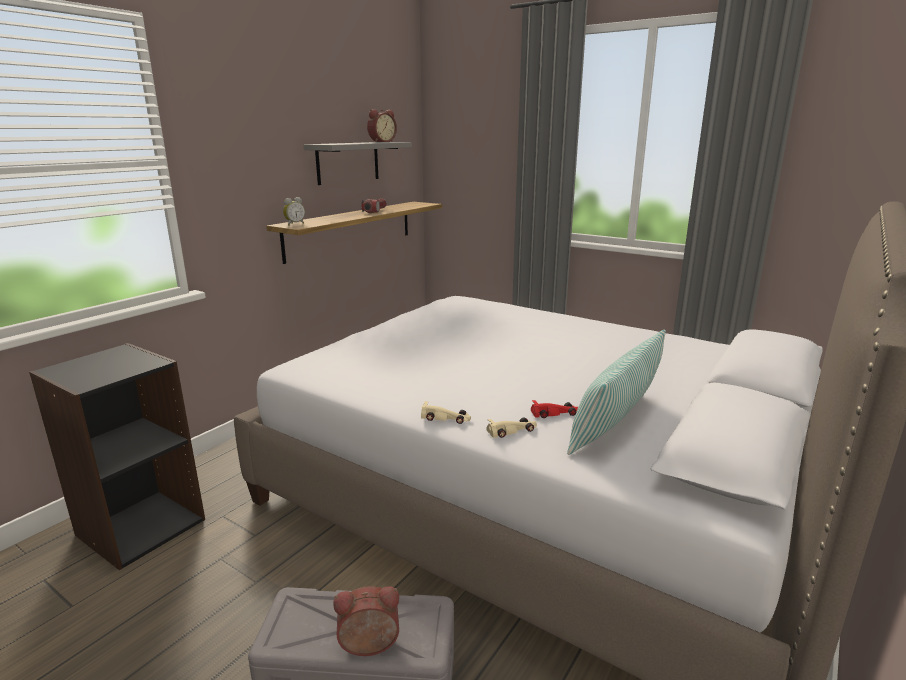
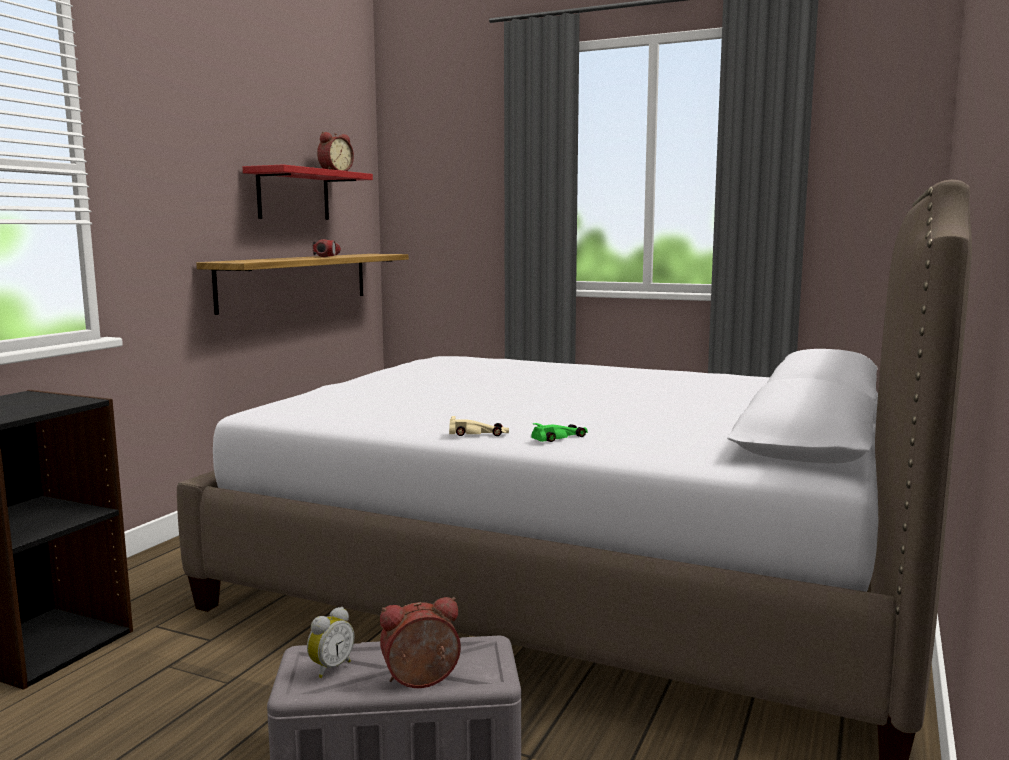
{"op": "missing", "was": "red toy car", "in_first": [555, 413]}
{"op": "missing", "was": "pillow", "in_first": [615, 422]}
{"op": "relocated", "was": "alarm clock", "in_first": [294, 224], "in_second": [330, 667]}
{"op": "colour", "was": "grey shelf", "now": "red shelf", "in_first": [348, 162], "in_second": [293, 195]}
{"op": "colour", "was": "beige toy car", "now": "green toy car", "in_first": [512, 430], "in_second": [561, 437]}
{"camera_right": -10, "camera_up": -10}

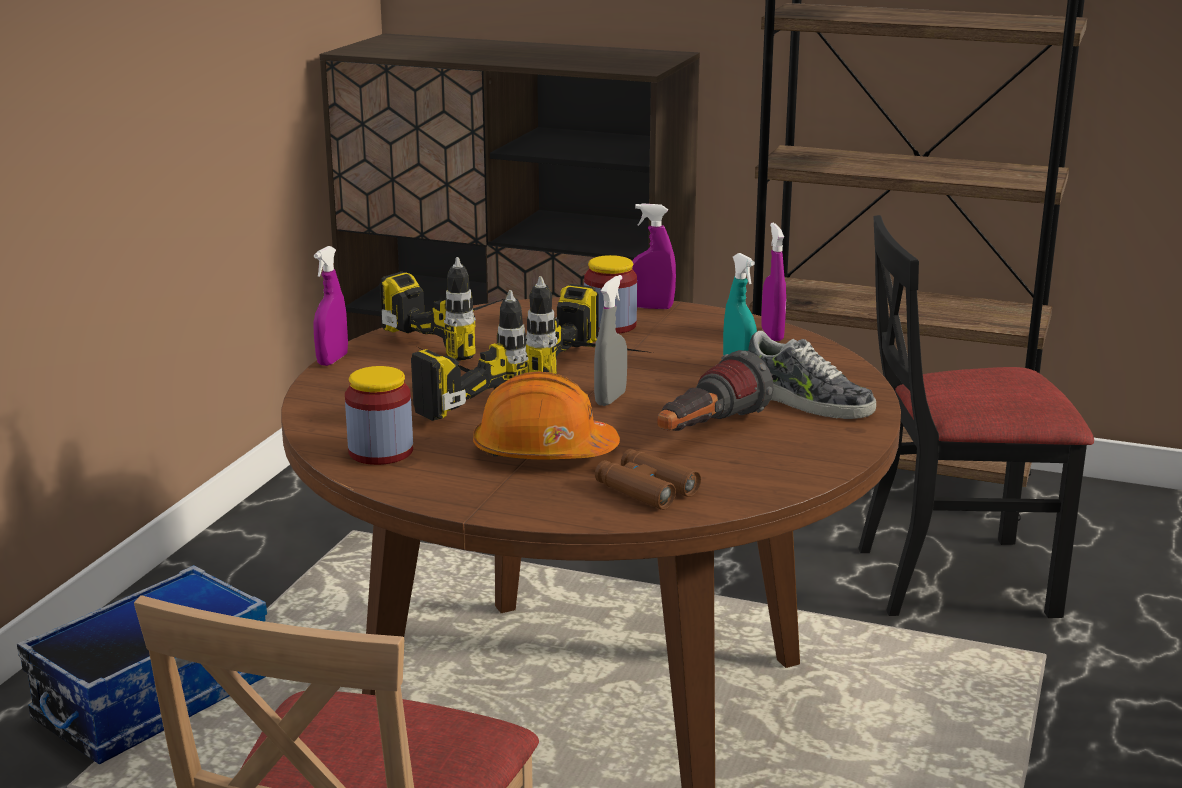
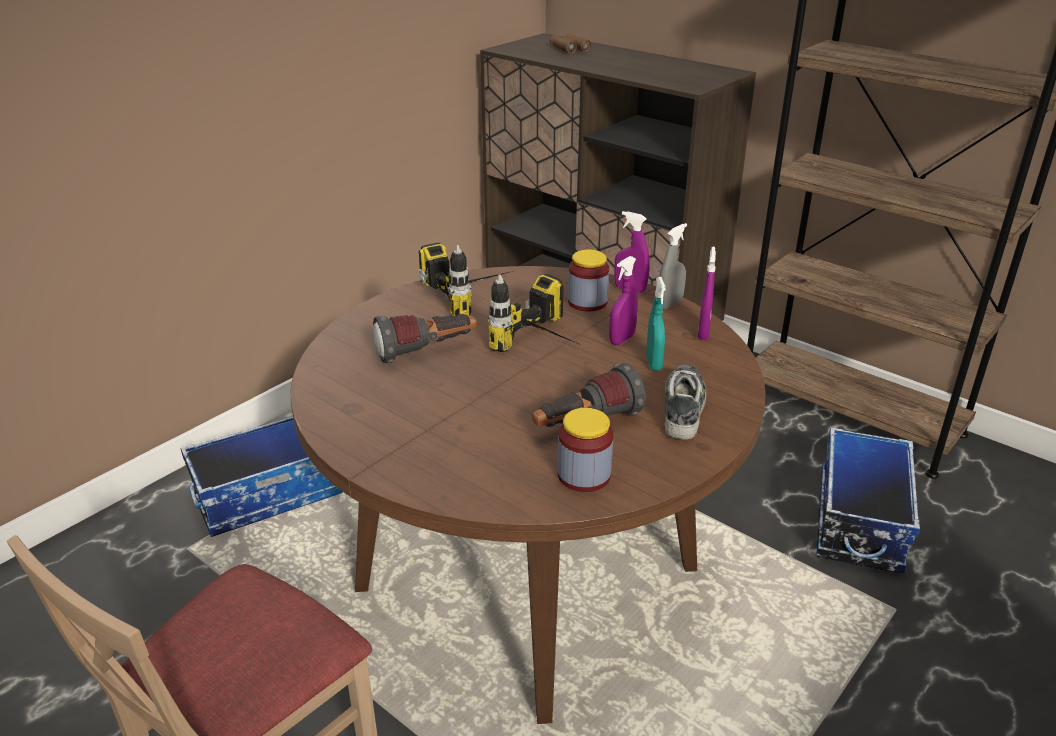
{"op": "missing", "was": "orange hard hat", "in_first": [543, 452]}
{"op": "relocated", "was": "purple spray bottle", "in_first": [332, 360], "in_second": [622, 339]}
{"op": "relocated", "was": "jar", "in_first": [381, 451], "in_second": [584, 475]}
{"op": "relocated", "was": "grey spray bottle", "in_first": [610, 399], "in_second": [669, 304]}
{"op": "relocated", "was": "brown binoculars", "in_first": [646, 489], "in_second": [569, 49]}
{"op": "exchanged", "was": "power drill", "now": "flashlight", "in_first": [449, 396], "in_second": [427, 352]}
{"op": "exchanged", "was": "black chair", "now": "storage box", "in_first": [955, 578], "in_second": [857, 520]}
{"op": "spun", "was": "shoe", "in_first": [806, 401], "in_second": [683, 408], "clockwise": -135}
{"camera_right": 20, "camera_up": 10}

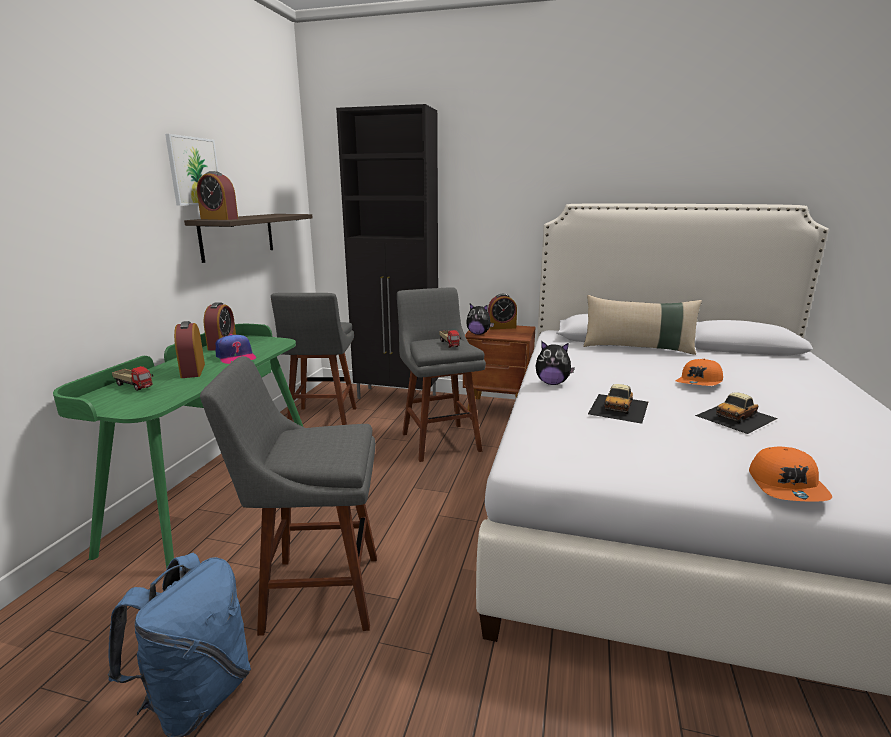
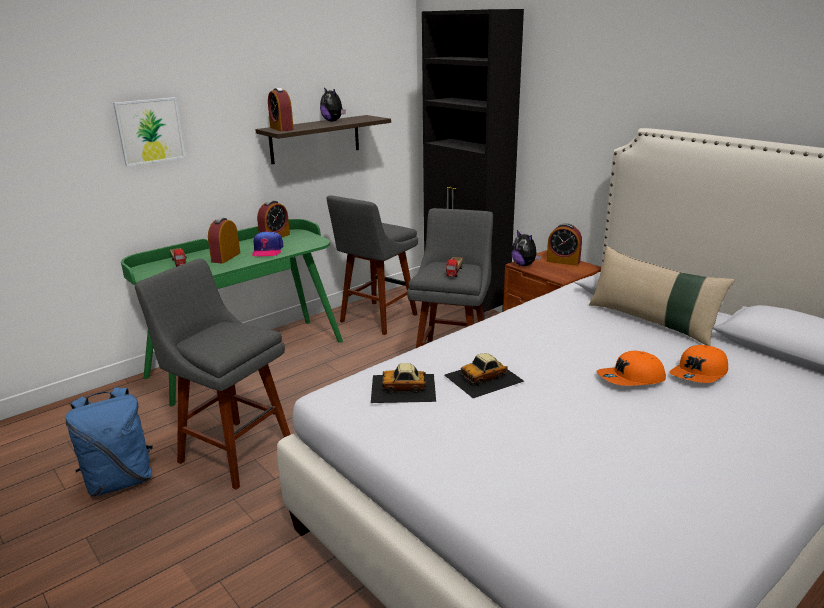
{"op": "relocated", "was": "picture", "in_first": [194, 171], "in_second": [150, 131]}
{"op": "relocated", "was": "plush toy", "in_first": [552, 383], "in_second": [333, 121]}
{"op": "relocated", "was": "toy car", "in_first": [736, 417], "in_second": [403, 388]}
{"op": "relocated", "was": "orange cap", "in_first": [787, 486], "in_second": [699, 374]}
{"camera_right": 35, "camera_up": 5}

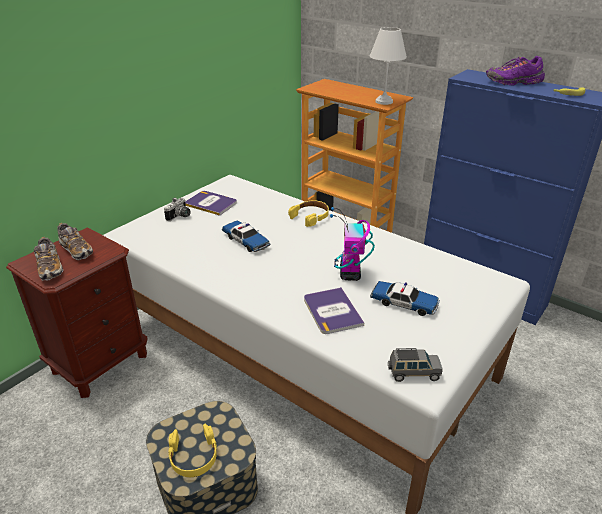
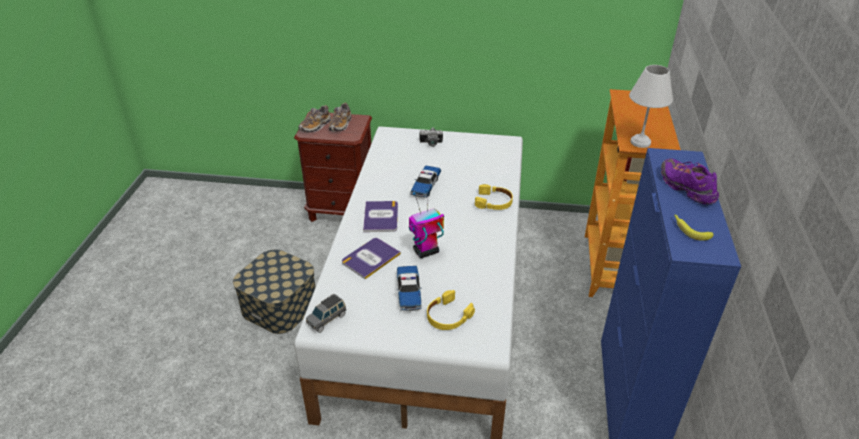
{"op": "relocated", "was": "yellow headphones", "in_first": [193, 456], "in_second": [448, 316]}
{"op": "relocated", "was": "book", "in_first": [211, 203], "in_second": [381, 217]}
{"op": "spun", "was": "grey toy car", "in_first": [413, 373], "in_second": [327, 319], "clockwise": 75}
{"camera_right": 60, "camera_up": 5}

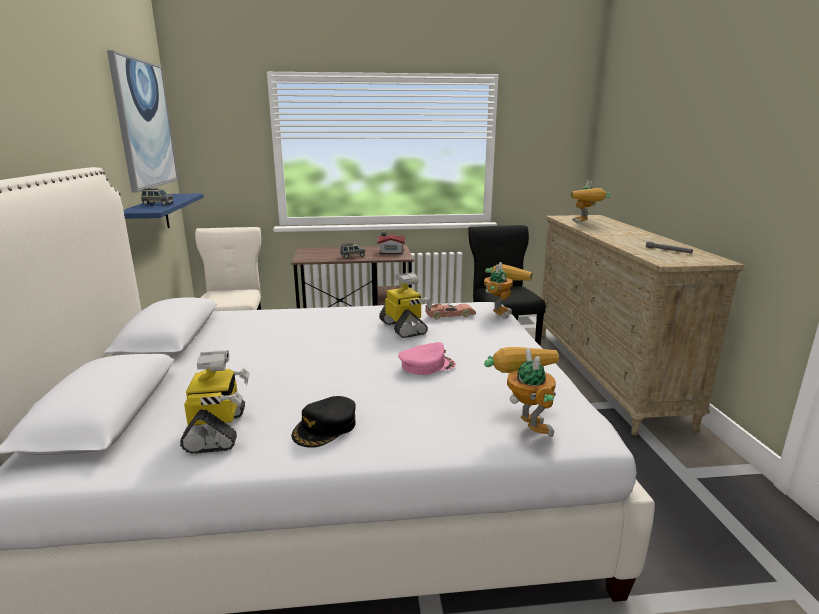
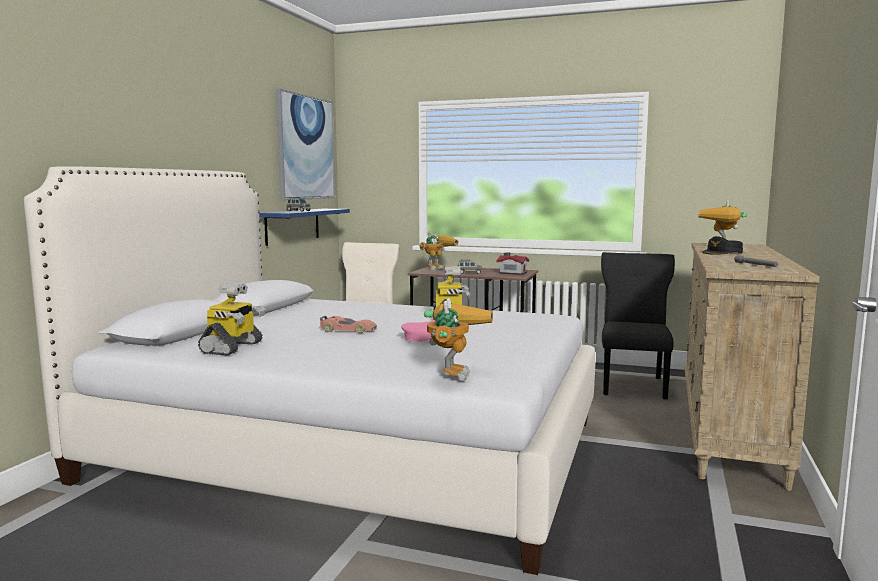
{"op": "relocated", "was": "black cap", "in_first": [325, 427], "in_second": [722, 253]}
{"op": "relocated", "was": "toy car", "in_first": [450, 315], "in_second": [347, 330]}
{"op": "relocated", "was": "toy robot", "in_first": [501, 311], "in_second": [438, 268]}
{"camera_right": 25, "camera_up": -10}

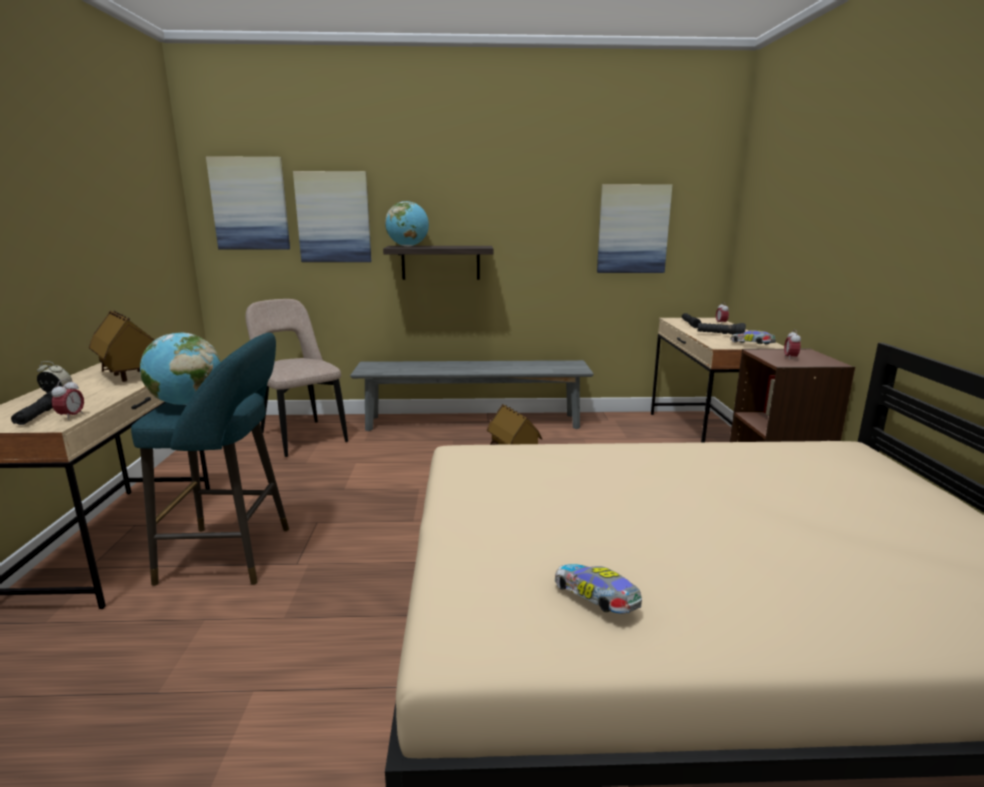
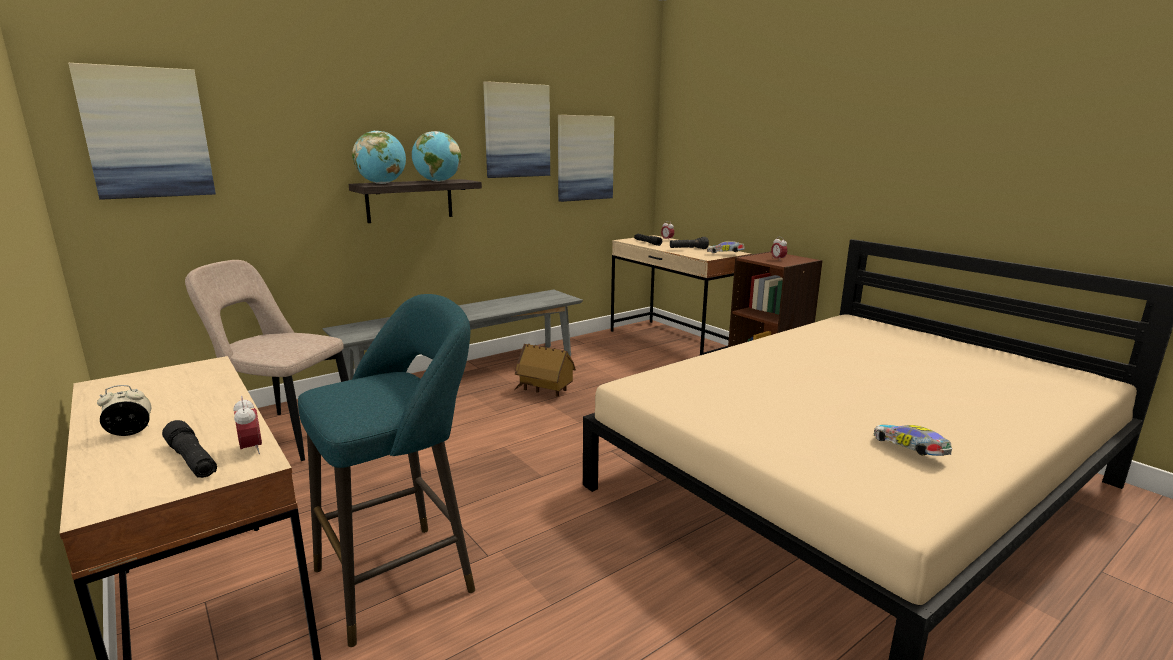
{"op": "missing", "was": "toy house", "in_first": [129, 376]}
{"op": "relocated", "was": "globe", "in_first": [187, 403], "in_second": [437, 181]}
{"op": "relocated", "was": "picture", "in_first": [333, 217], "in_second": [517, 131]}
{"op": "spun", "was": "toy car", "in_first": [596, 601], "in_second": [910, 451], "clockwise": 45}
{"camera_right": -35, "camera_up": 0}

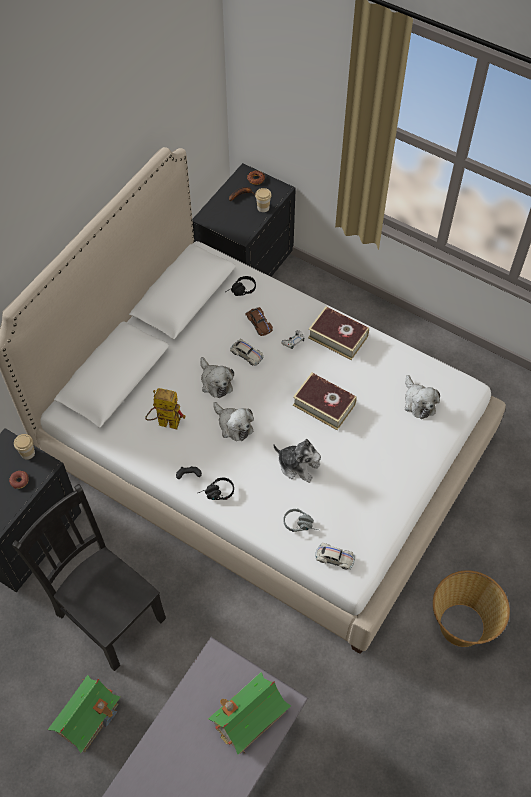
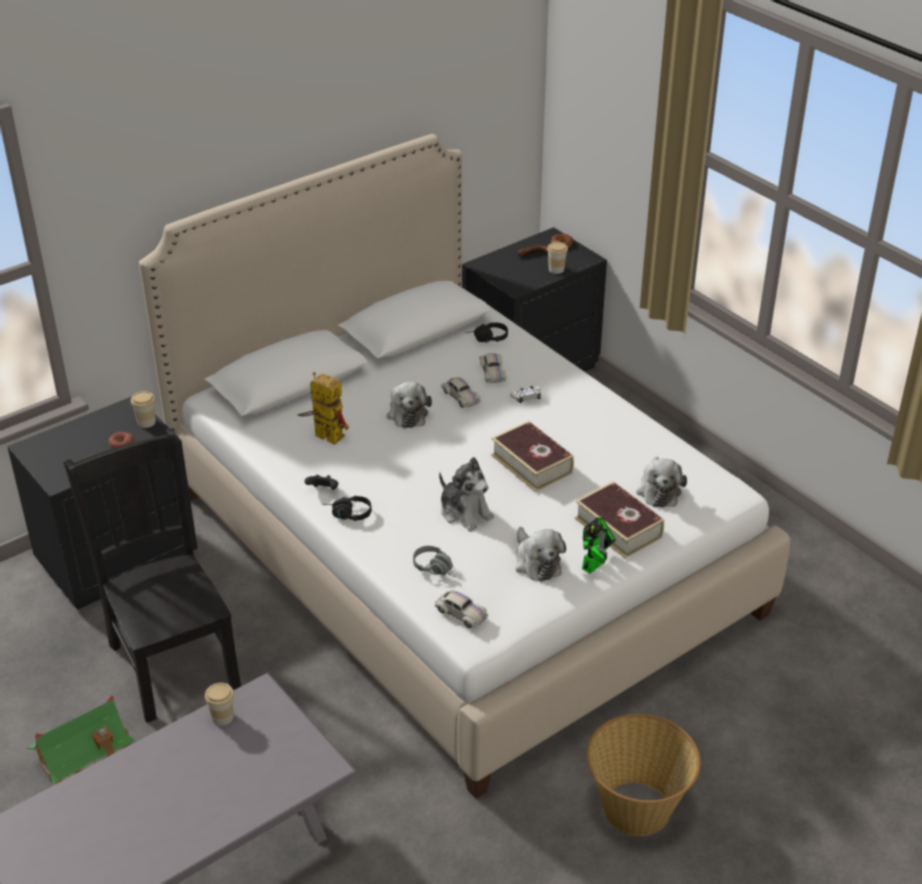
{"op": "missing", "was": "toy house", "in_first": [249, 718]}
{"op": "appeared", "now": "cup", "in_second": [222, 717]}
{"op": "appeared", "now": "toy robot", "in_second": [595, 564]}
{"op": "relocated", "was": "plush toy", "in_first": [233, 425], "in_second": [536, 562]}
{"op": "relocated", "was": "book", "in_first": [338, 337], "in_second": [618, 527]}
{"op": "colour", "was": "brown toy car", "now": "white toy car", "in_first": [259, 323], "in_second": [492, 372]}
{"camera_right": 20, "camera_up": -20}

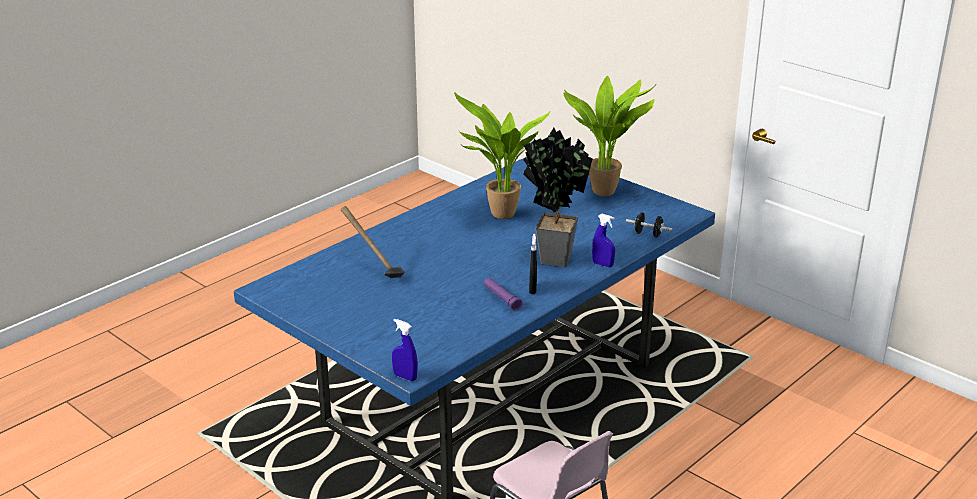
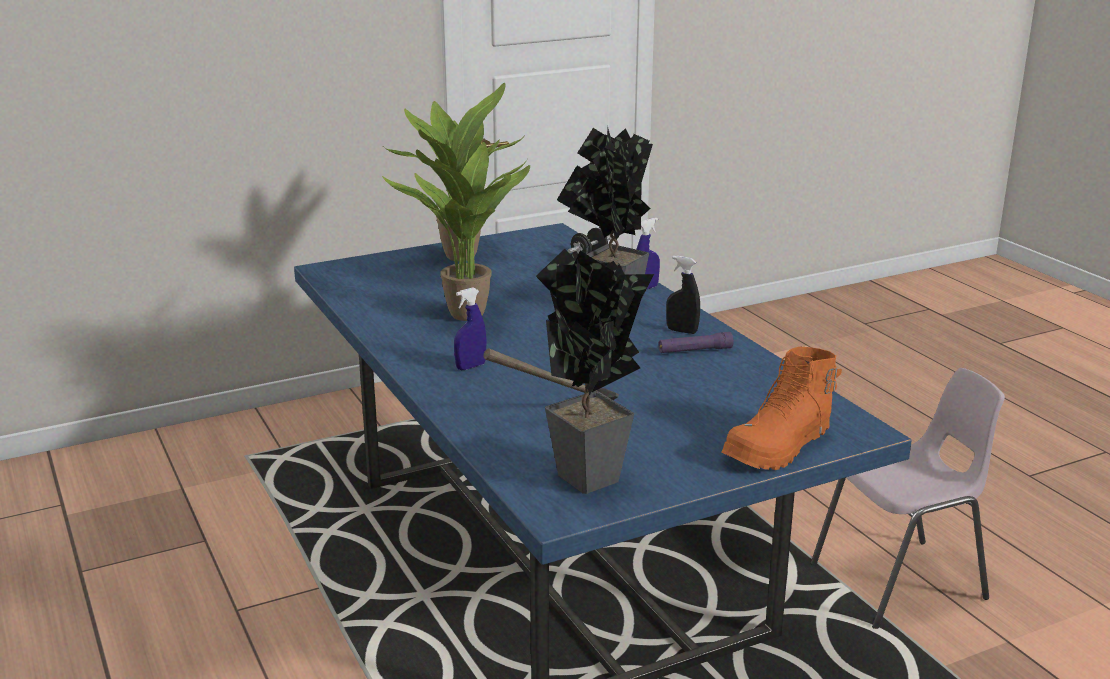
{"op": "appeared", "now": "potted plant", "in_second": [589, 483]}
{"op": "appeared", "now": "orange boot", "in_second": [779, 448]}
{"op": "relocated", "was": "blue spray bottle", "in_first": [405, 377], "in_second": [470, 366]}
{"camera_right": -70, "camera_up": -5}

